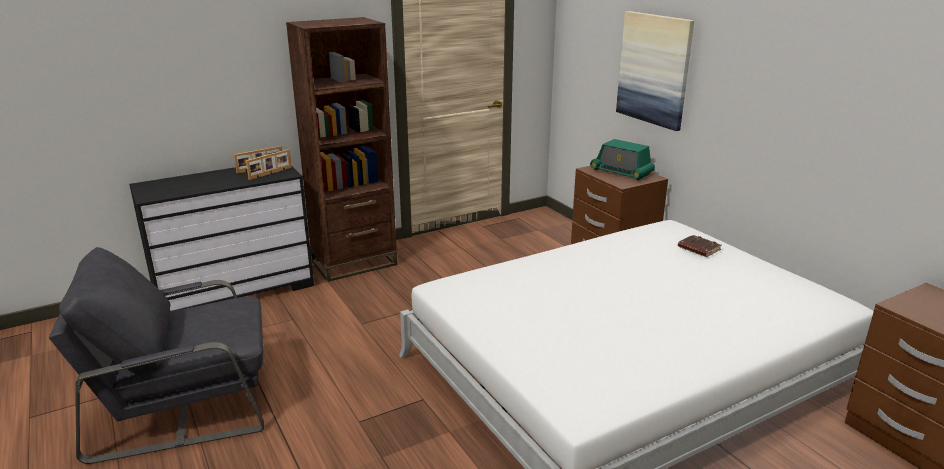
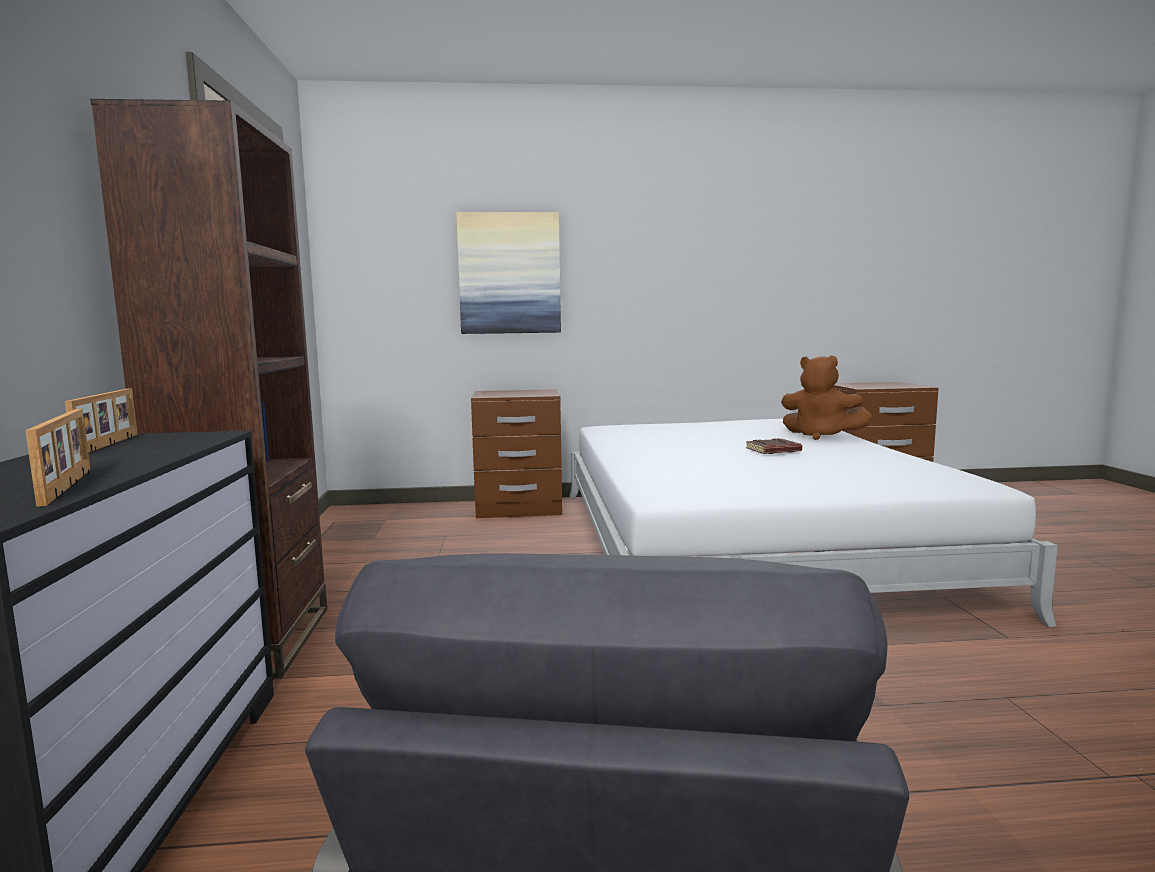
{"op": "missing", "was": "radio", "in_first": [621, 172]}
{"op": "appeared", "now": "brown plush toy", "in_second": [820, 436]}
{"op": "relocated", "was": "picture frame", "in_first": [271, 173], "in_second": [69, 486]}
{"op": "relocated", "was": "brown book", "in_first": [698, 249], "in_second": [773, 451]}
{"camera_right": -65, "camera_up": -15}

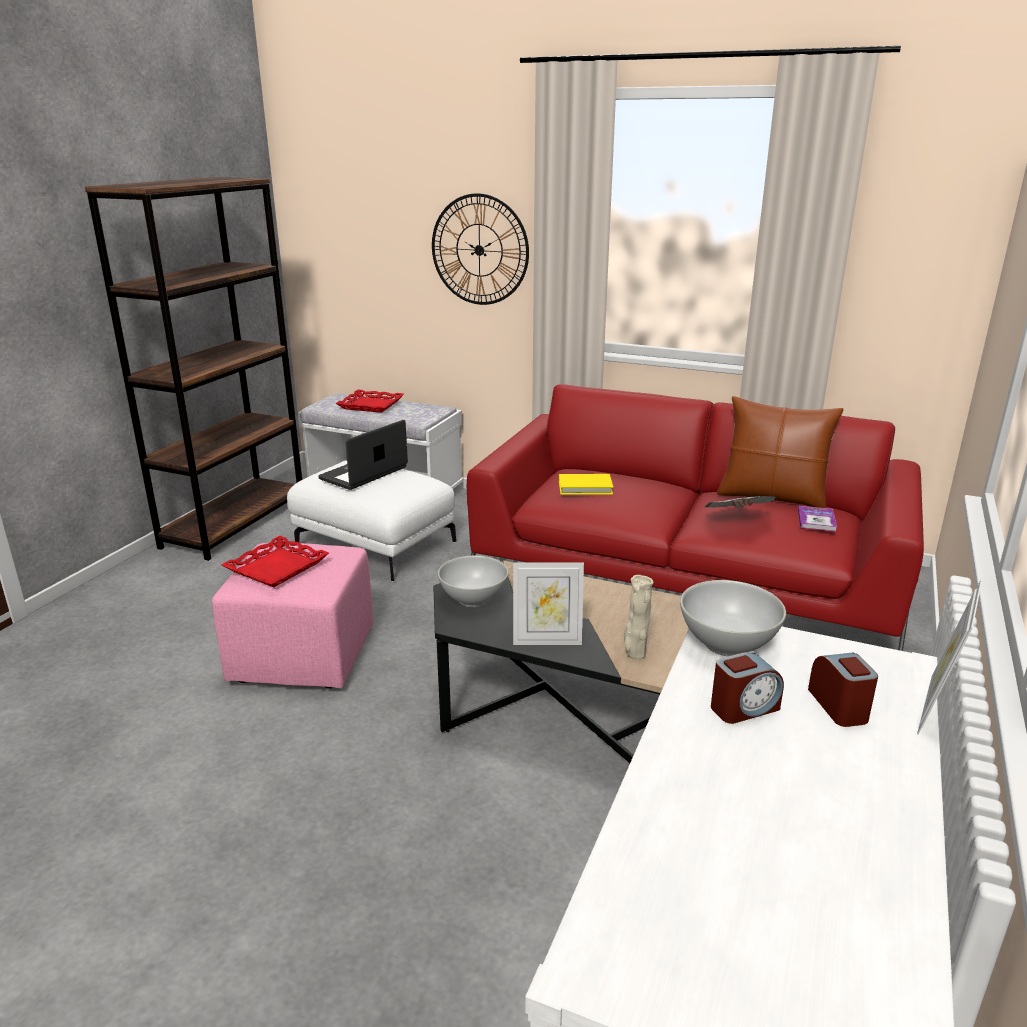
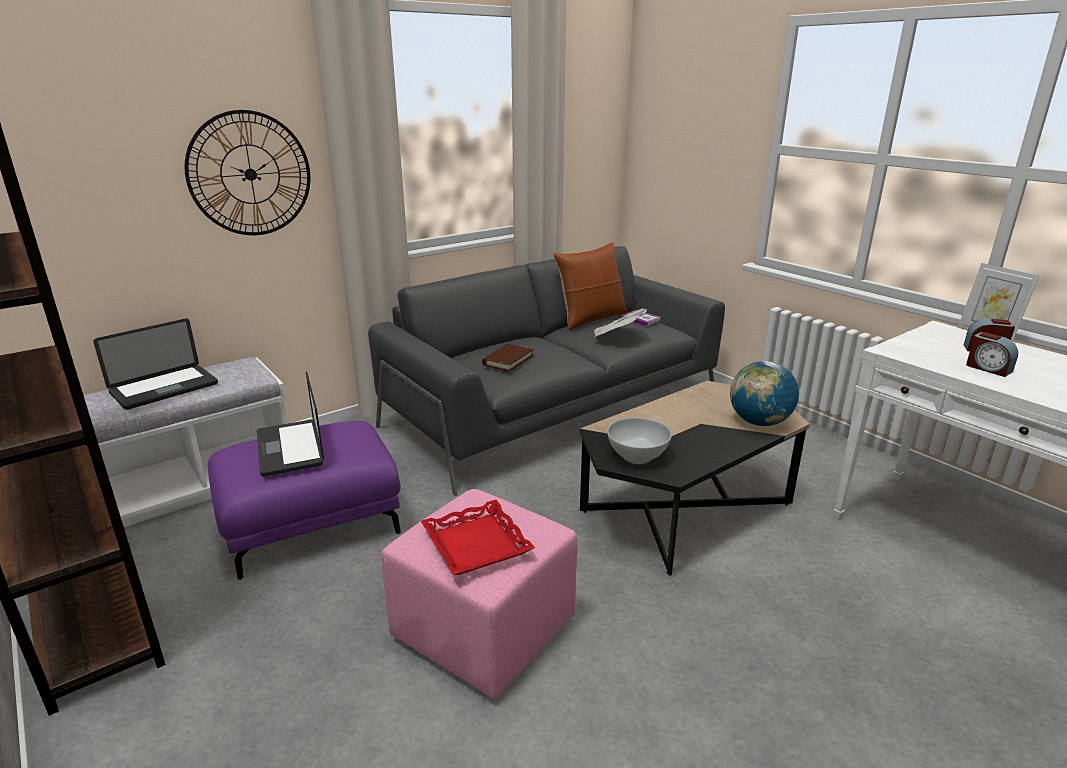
{"op": "missing", "was": "picture frame", "in_first": [547, 641]}
{"op": "missing", "was": "white bowl", "in_first": [728, 644]}
{"op": "exchanged", "was": "red tray", "now": "laptop", "in_first": [371, 405], "in_second": [164, 388]}
{"op": "exchanged", "was": "beige vase", "now": "globe", "in_first": [635, 654], "in_second": [759, 422]}
{"op": "colour", "was": "white ottoman", "now": "purple ottoman", "in_first": [374, 546], "in_second": [311, 525]}
{"op": "colour", "was": "red sofa", "now": "grey sofa", "in_first": [685, 582], "in_second": [554, 408]}
{"op": "colour", "was": "yellow book", "now": "brown book", "in_first": [585, 487], "in_second": [508, 360]}
{"op": "spun", "was": "alarm clock", "in_first": [743, 708], "in_second": [988, 368], "clockwise": 135}
{"camera_right": -60, "camera_up": 0}

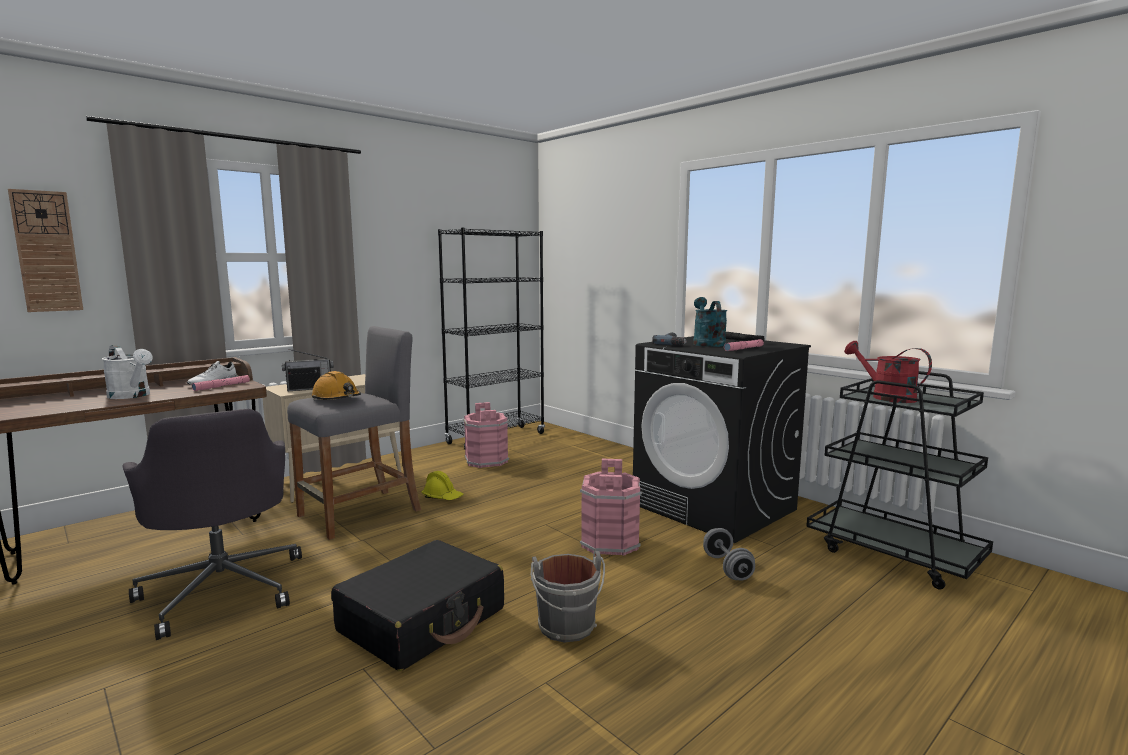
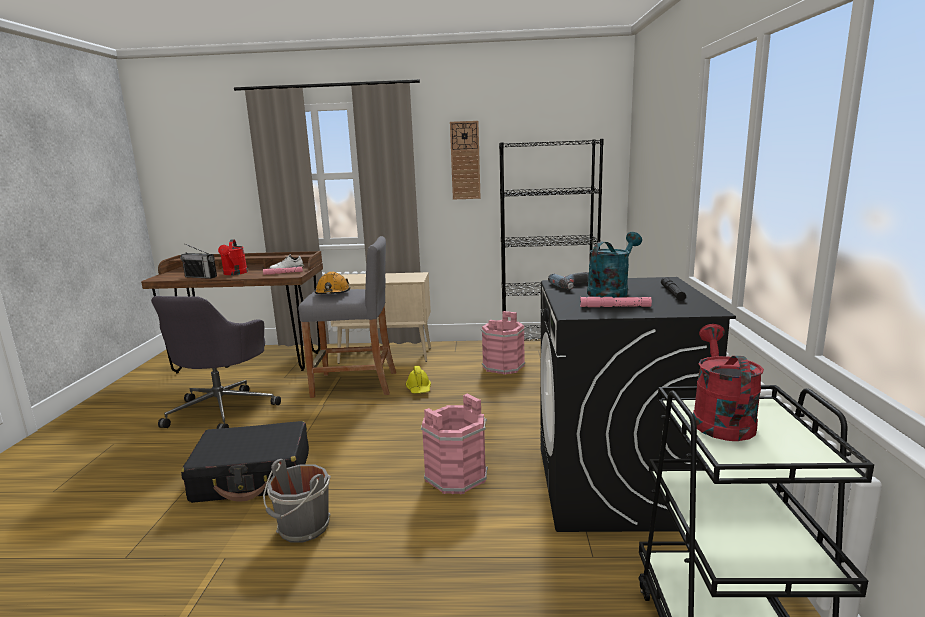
{"op": "missing", "was": "grey dumbbell", "in_first": [727, 568]}
{"op": "relocated", "was": "wall clock", "in_first": [46, 251], "in_second": [465, 160]}
{"op": "relocated", "was": "radio", "in_first": [309, 388], "in_second": [201, 277]}
{"op": "colour", "was": "white watering can", "now": "red watering can", "in_first": [132, 396], "in_second": [234, 273]}
{"camera_right": 45, "camera_up": 5}

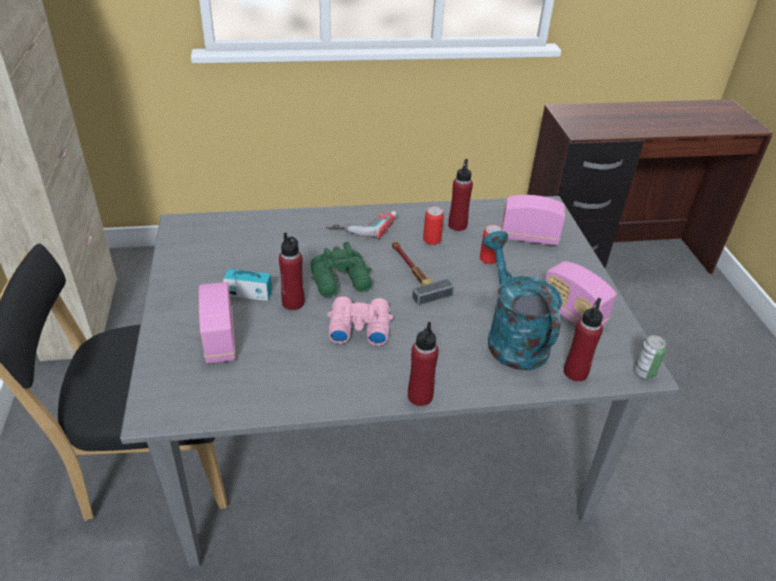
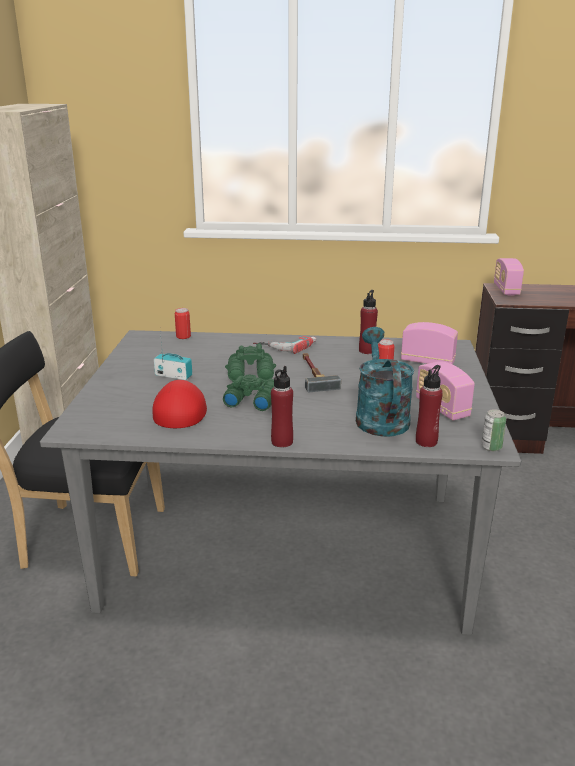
{"op": "missing", "was": "red bottle", "in_first": [293, 303]}
{"op": "appeared", "now": "red cap", "in_second": [181, 410]}
{"op": "relocated", "was": "radio", "in_first": [219, 339], "in_second": [506, 290]}
{"op": "relocated", "was": "can", "in_first": [432, 240], "in_second": [183, 336]}
{"op": "colour", "was": "pink binoculars", "now": "green binoculars", "in_first": [358, 327], "in_second": [251, 400]}
{"camera_right": 15, "camera_up": -15}

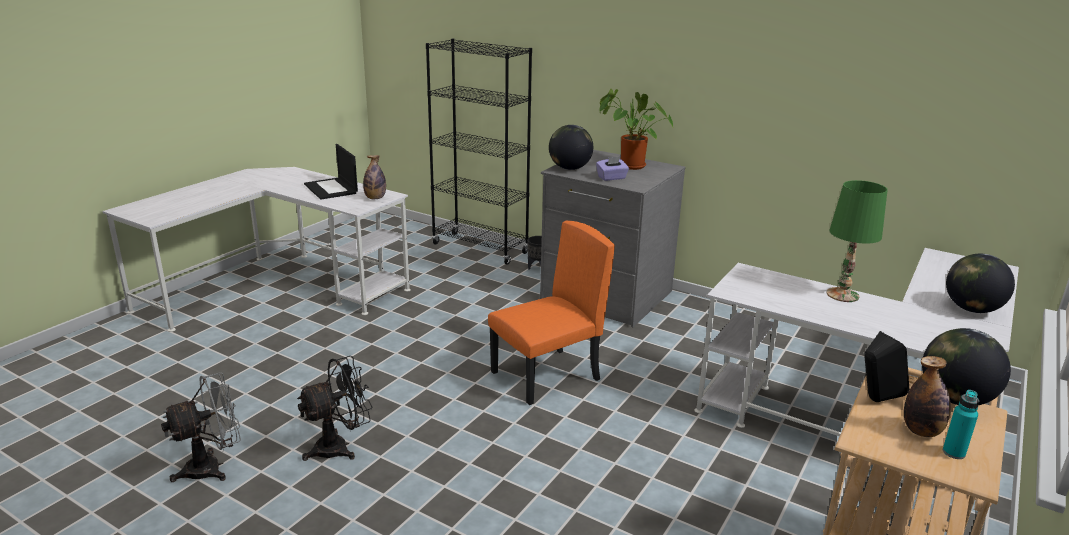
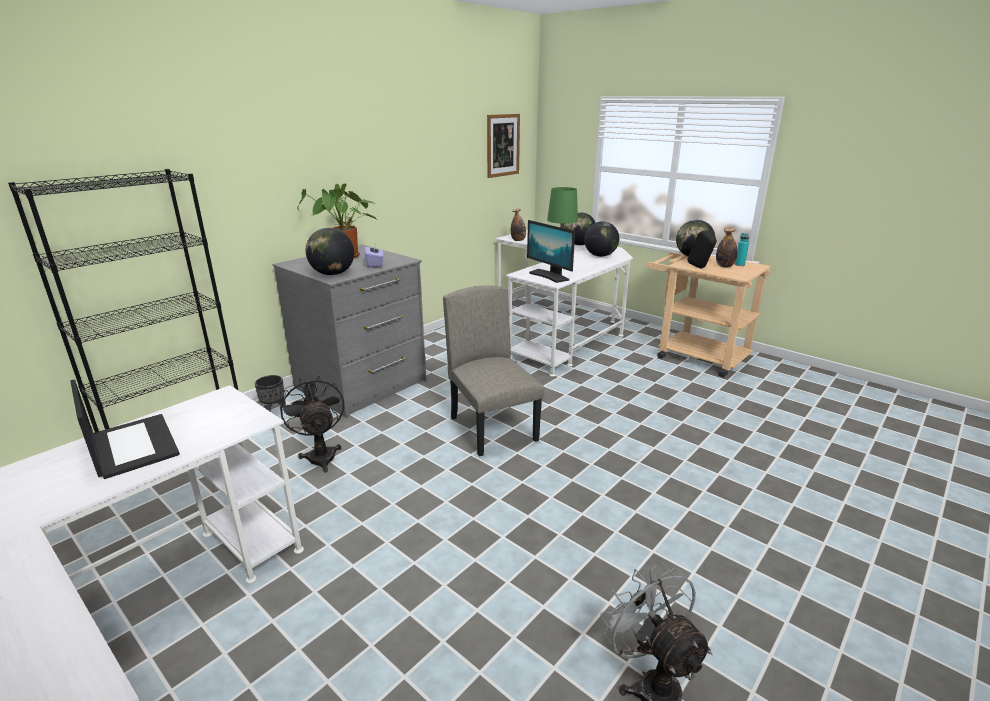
{"op": "appeared", "now": "picture", "in_second": [503, 145]}
{"op": "appeared", "now": "monitor", "in_second": [549, 276]}
{"op": "appeared", "now": "globe", "in_second": [600, 256]}
{"op": "relocated", "was": "black fan", "in_first": [340, 447], "in_second": [320, 454]}
{"op": "relocated", "was": "bottle", "in_first": [375, 198], "in_second": [518, 240]}
{"op": "colour", "was": "orange chair", "now": "beige chair", "in_first": [546, 376], "in_second": [493, 428]}
{"op": "spun", "was": "laptop", "in_first": [331, 189], "in_second": [132, 445], "clockwise": -105}
{"camera_right": -80, "camera_up": 0}

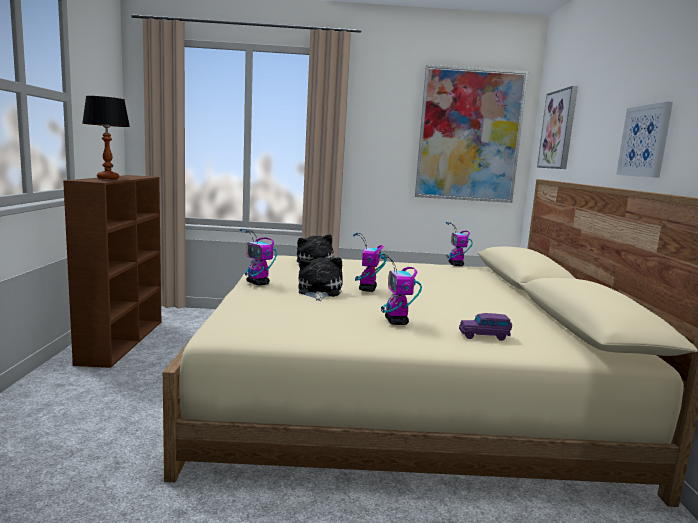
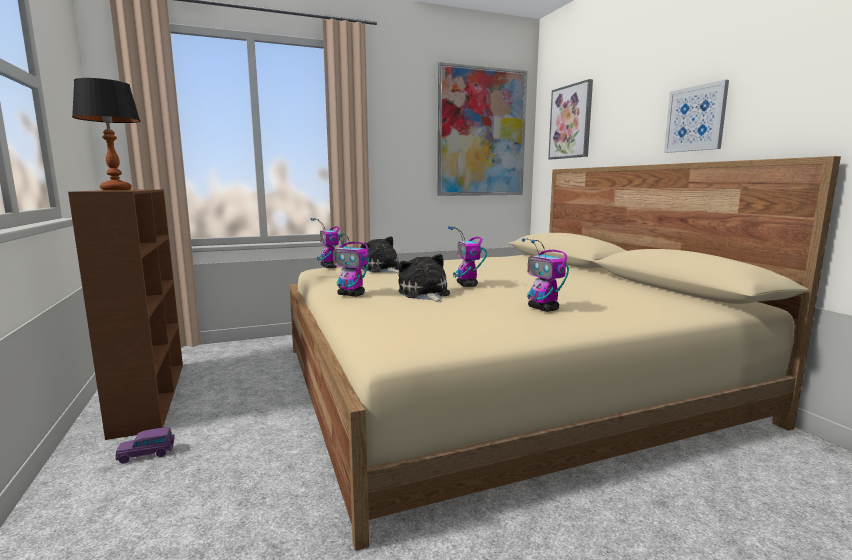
{"op": "relocated", "was": "toy robot", "in_first": [456, 265], "in_second": [329, 267]}
{"op": "relocated", "was": "purple toy car", "in_first": [484, 336], "in_second": [147, 454]}
{"camera_right": -20, "camera_up": 0}

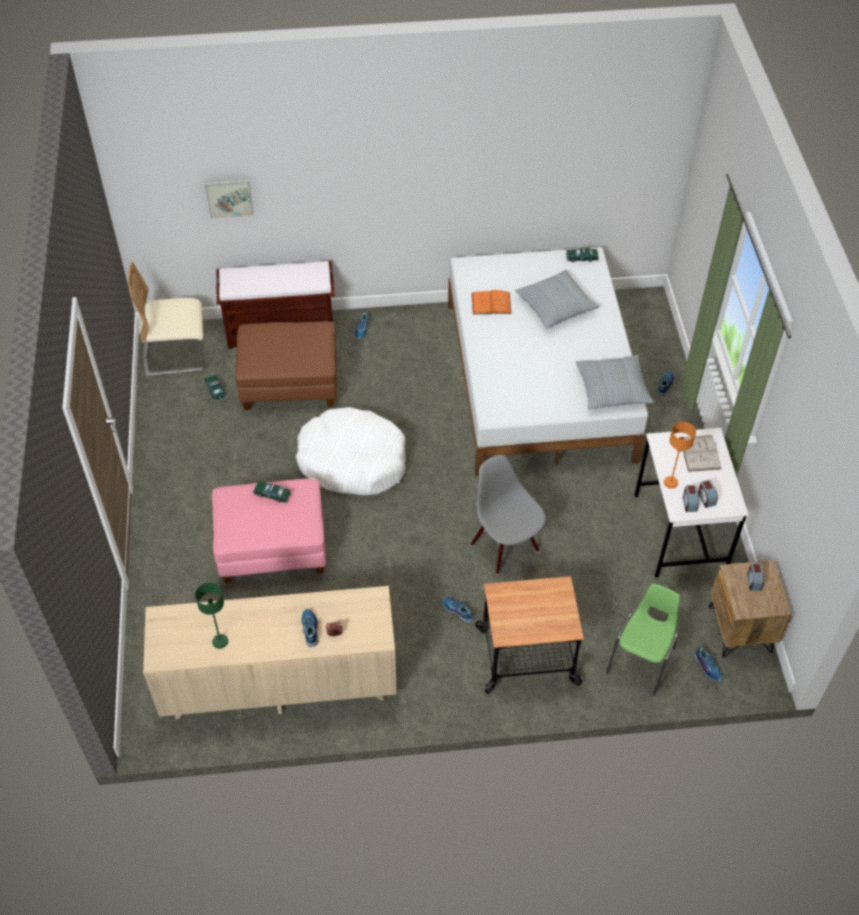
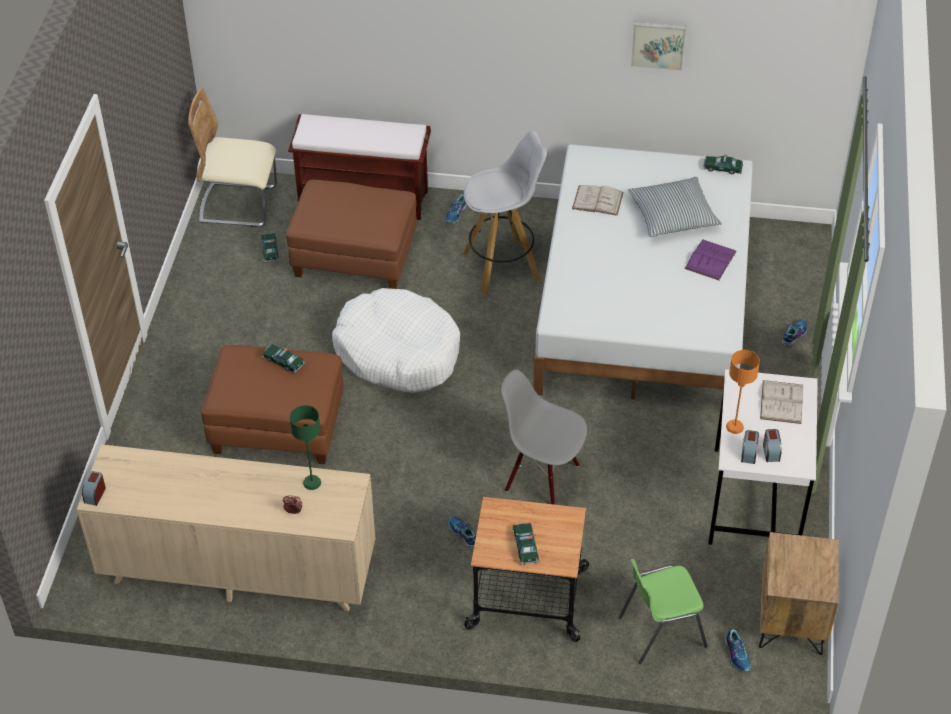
{"op": "missing", "was": "shoe", "in_first": [309, 629]}
{"op": "missing", "was": "pillow", "in_first": [612, 388]}
{"op": "appeared", "now": "white stool", "in_second": [503, 266]}
{"op": "appeared", "now": "toy car", "in_second": [525, 546]}
{"op": "appeared", "now": "purple book", "in_second": [710, 260]}
{"op": "relocated", "was": "green table lamp", "in_first": [220, 641], "in_second": [312, 483]}
{"op": "relocated", "was": "picture", "in_first": [229, 196], "in_second": [658, 44]}
{"op": "relocated", "was": "alarm clock", "in_first": [753, 581], "in_second": [95, 494]}
{"op": "colour", "was": "pink ottoman", "now": "brown ottoman", "in_first": [272, 548], "in_second": [277, 428]}
{"op": "colour", "was": "orange book", "now": "white book", "in_first": [491, 303], "in_second": [597, 200]}
{"op": "spun", "was": "grey chair", "in_first": [505, 547], "in_second": [542, 477], "clockwise": -45}
{"op": "spun", "was": "green chair", "in_first": [642, 660], "in_second": [660, 631], "clockwise": -150}
{"camera_right": 15, "camera_up": -5}

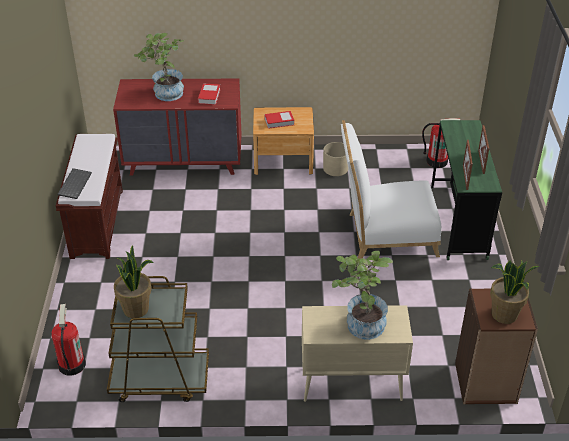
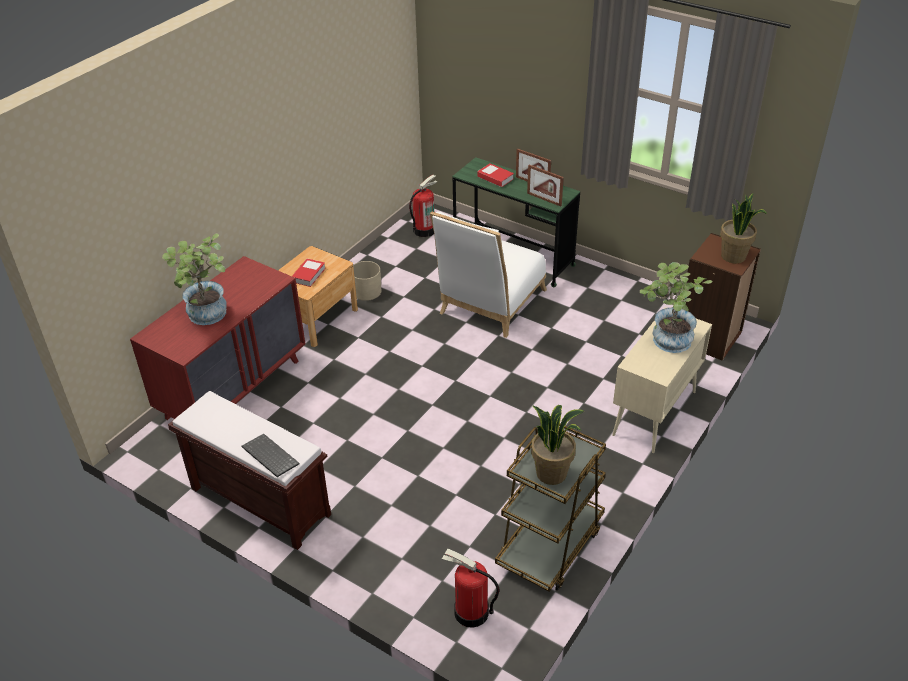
{"op": "relocated", "was": "book", "in_first": [209, 96], "in_second": [495, 178]}
{"camera_right": -55, "camera_up": 0}

